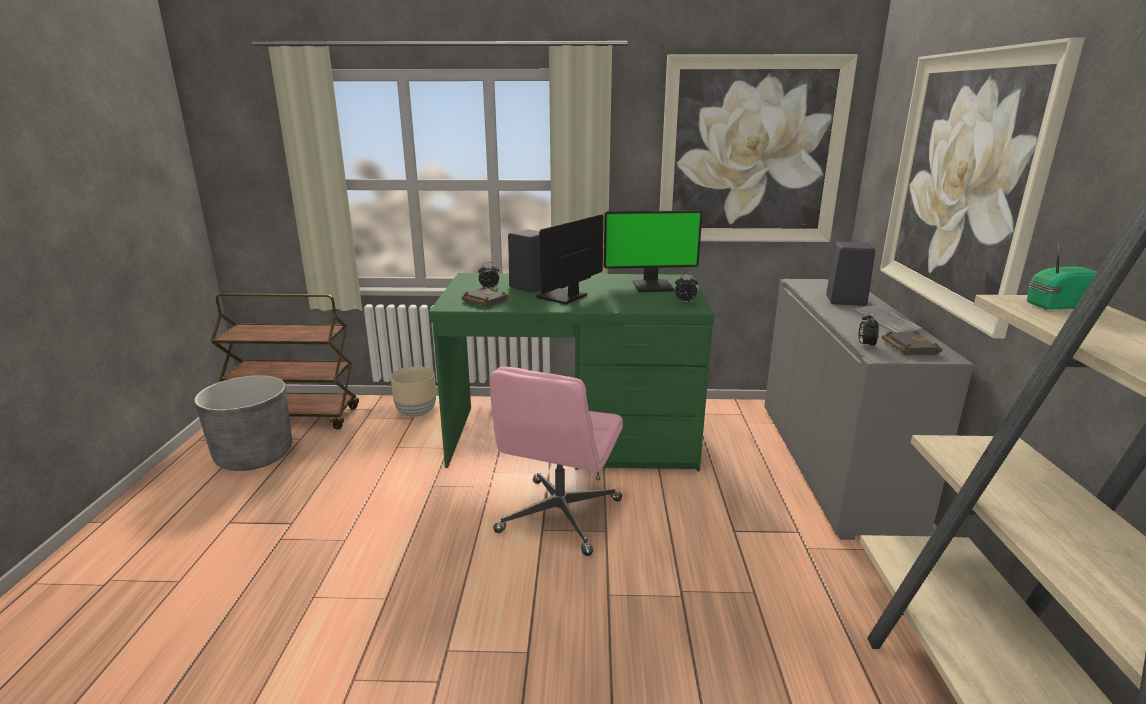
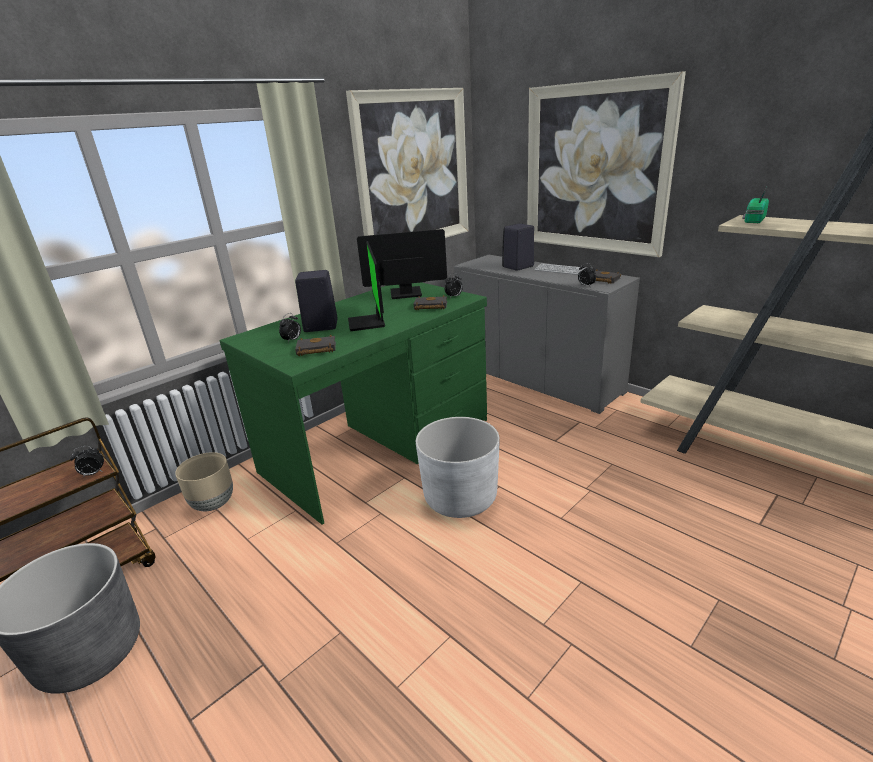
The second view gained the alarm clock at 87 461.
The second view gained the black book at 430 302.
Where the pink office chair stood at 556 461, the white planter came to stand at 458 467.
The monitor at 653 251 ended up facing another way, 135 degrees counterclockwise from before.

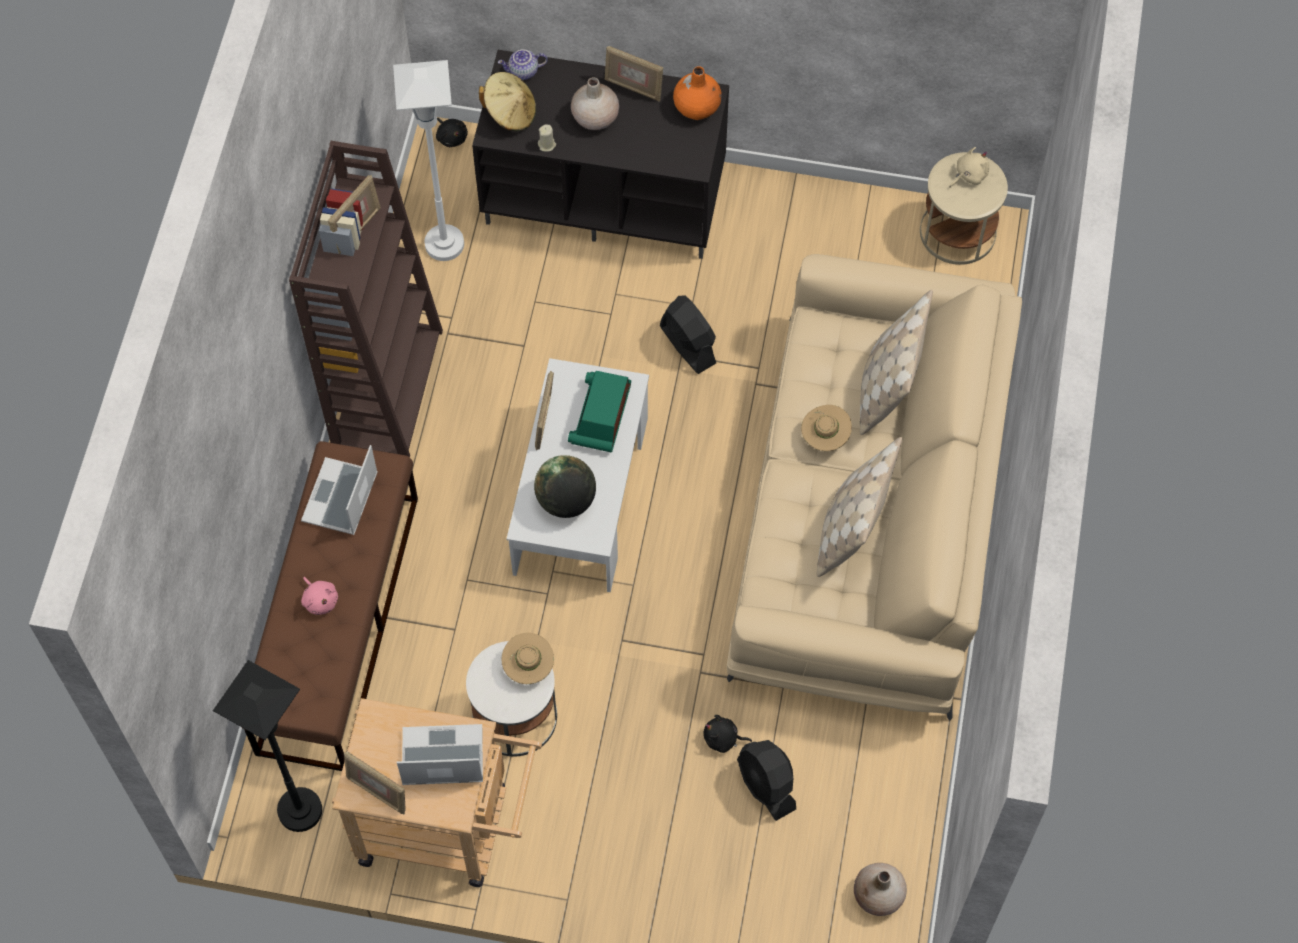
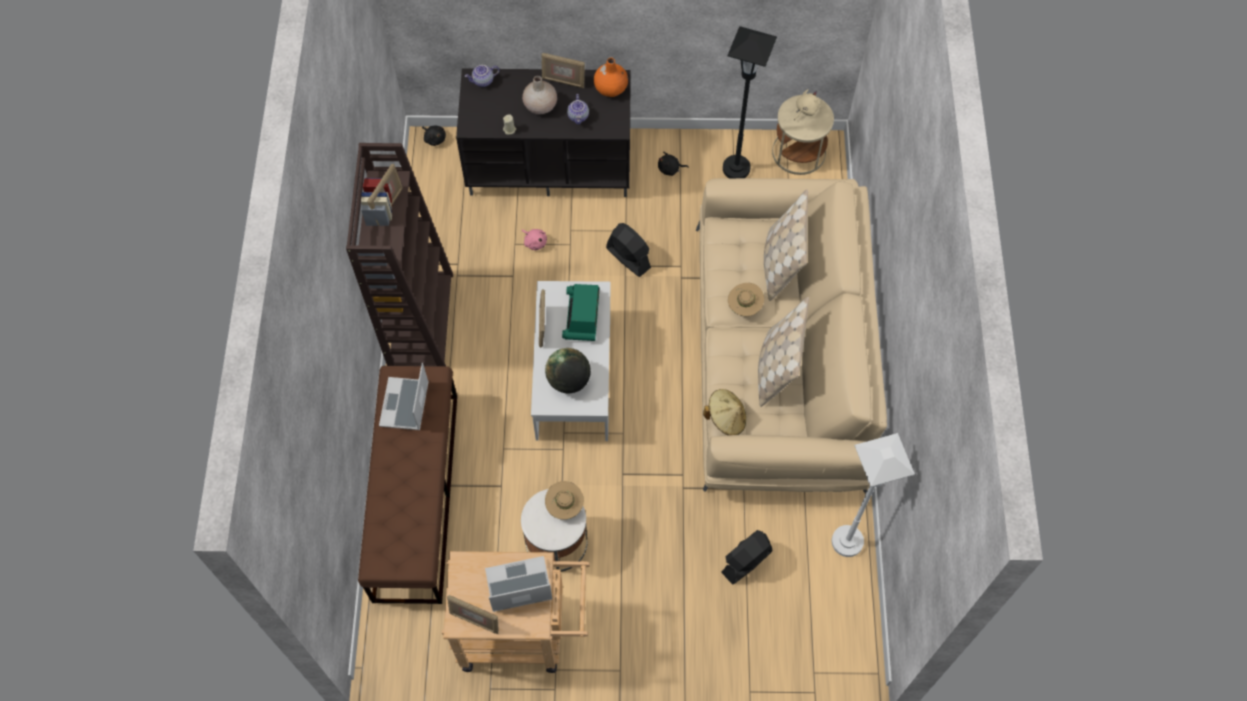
The second view lost the beige vase at 880 889.
The second view gained the teapot at 578 109.
The black floor lamp ended up elsewhere, having gone from 267 746 to 750 102.
The pink plush toy ended up elsewhere, having gone from 319 596 to 534 239.
The white floor lamp ended up elsewhere, having gone from 428 160 to 873 495.
The beige hat ended up elsewhere, having gone from 507 101 to 724 412.
The black plush toy ended up elsewhere, having gone from 727 734 to 673 164.
The black fan at 766 780 ended up facing another way, 90 degrees clockwise from before.

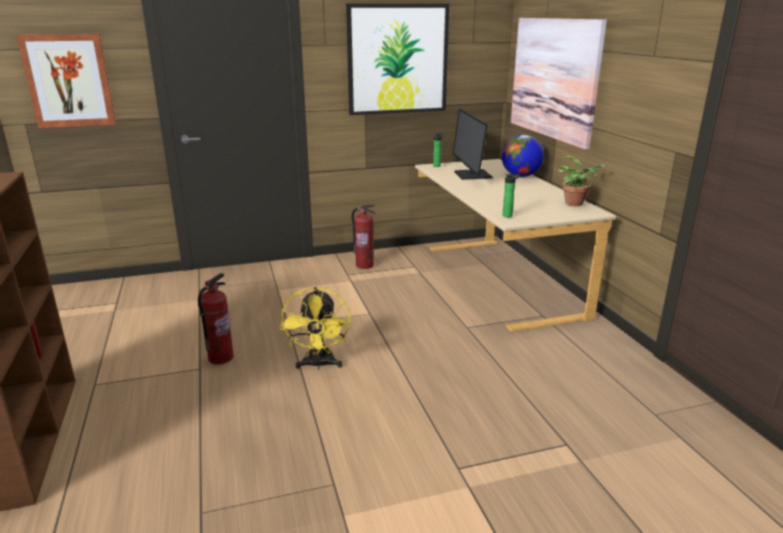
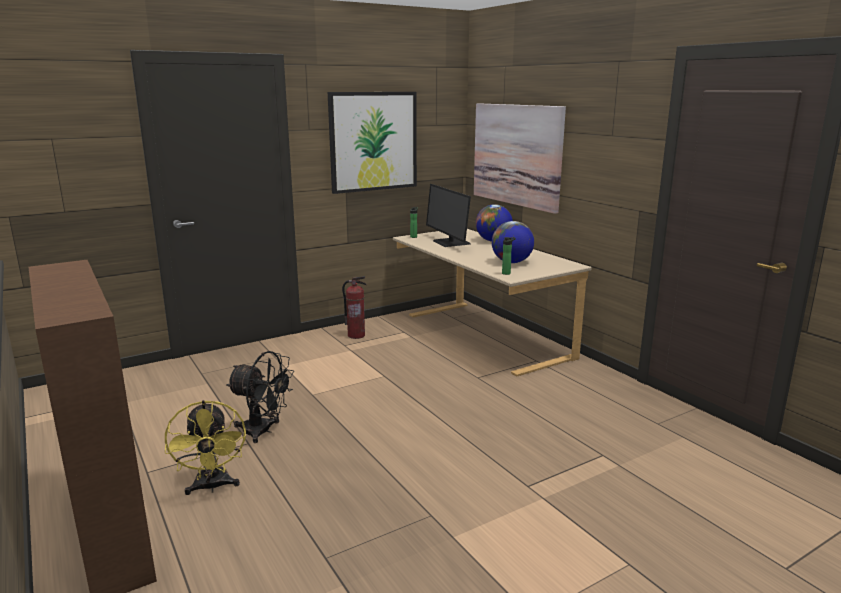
The second view lost the picture at 66 81.
The second view lost the potted plant at 581 181.
The second view gained the globe at 513 242.
The yellow fan ended up elsewhere, having gone from 315 328 to 205 447.
Where the fire extinguisher stood at 216 319, the black fan came to stand at 260 397.

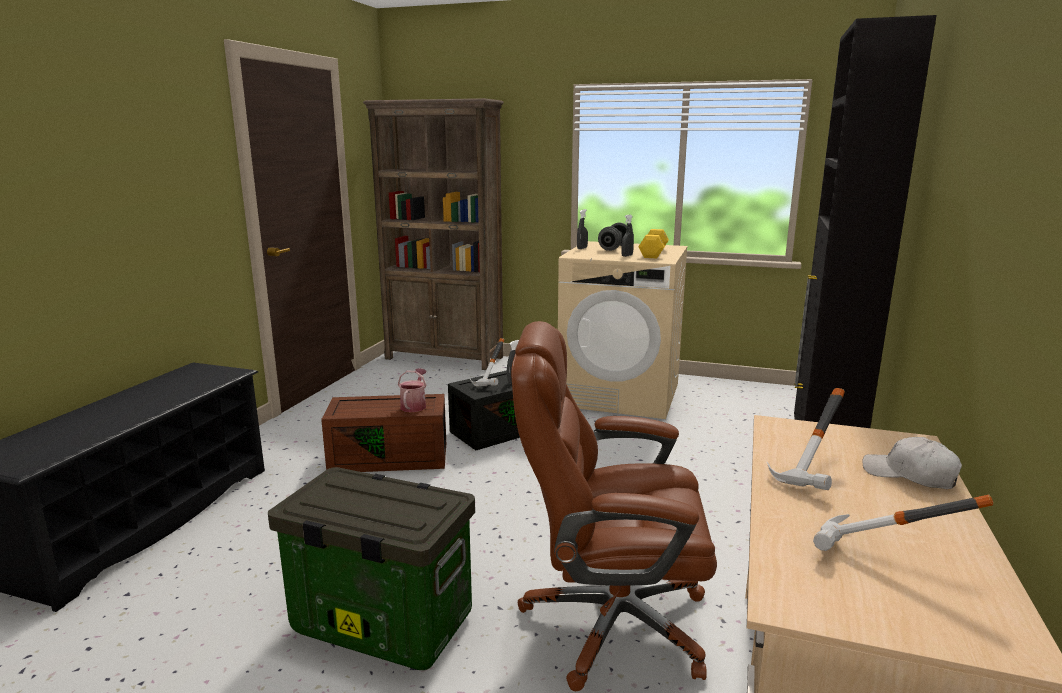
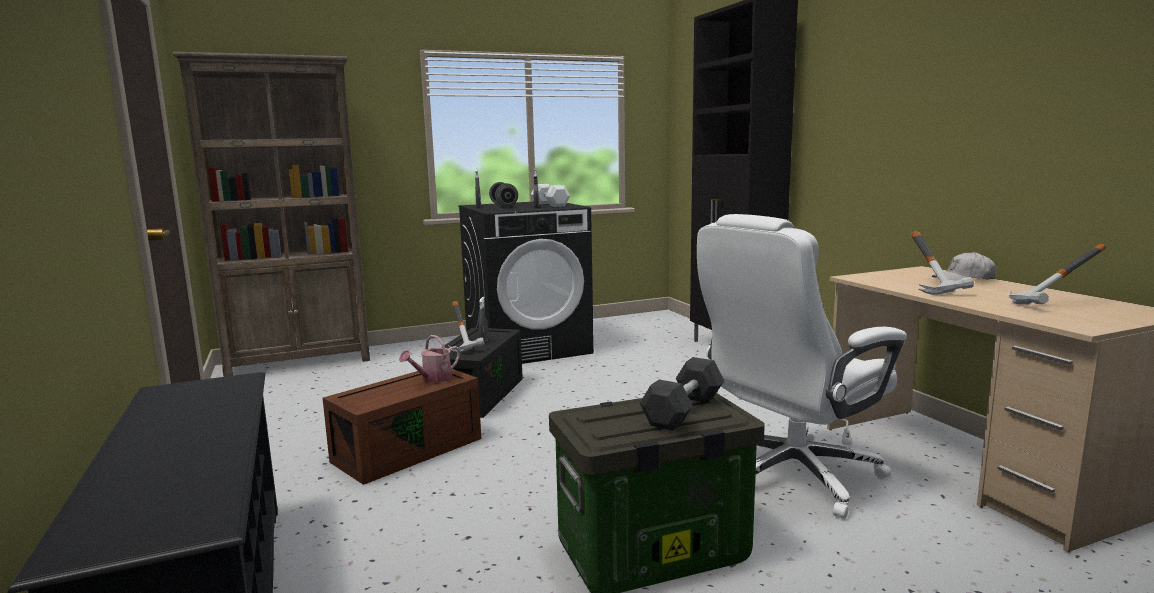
The second view gained the black dumbbell at 682 394.
What was the brown office chair at 614 506 turned into the white office chair at 802 366.
What was the beige washing machine at 623 330 turned into the black washing machine at 526 283.
What was the yellow dumbbell at 653 243 turned into the white dumbbell at 550 195.
The watering can at 412 390 ended up facing another way, 105 degrees counterclockwise from before.

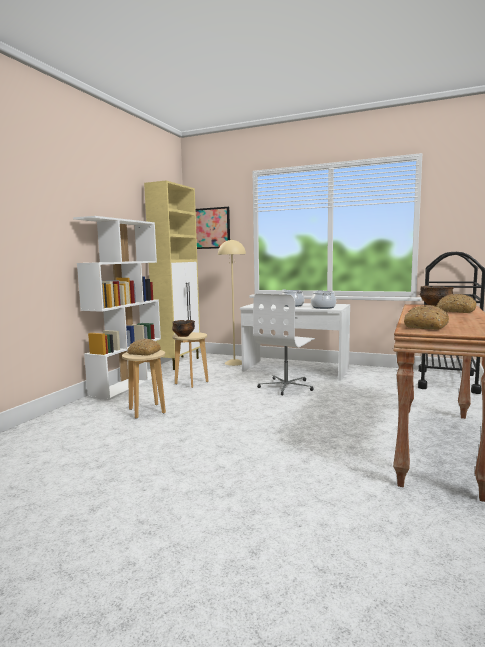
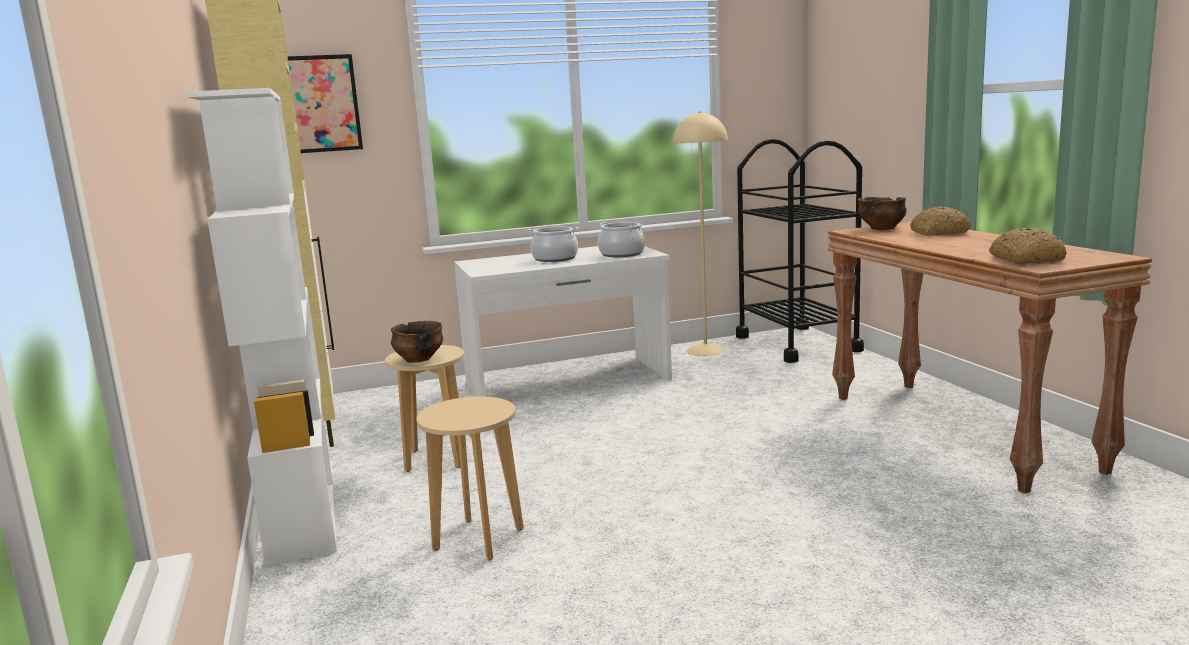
The second view lost the bread at 144 347.
The second view lost the white office chair at 284 344.
The beige floor lamp ended up elsewhere, having gone from 232 302 to 700 233.

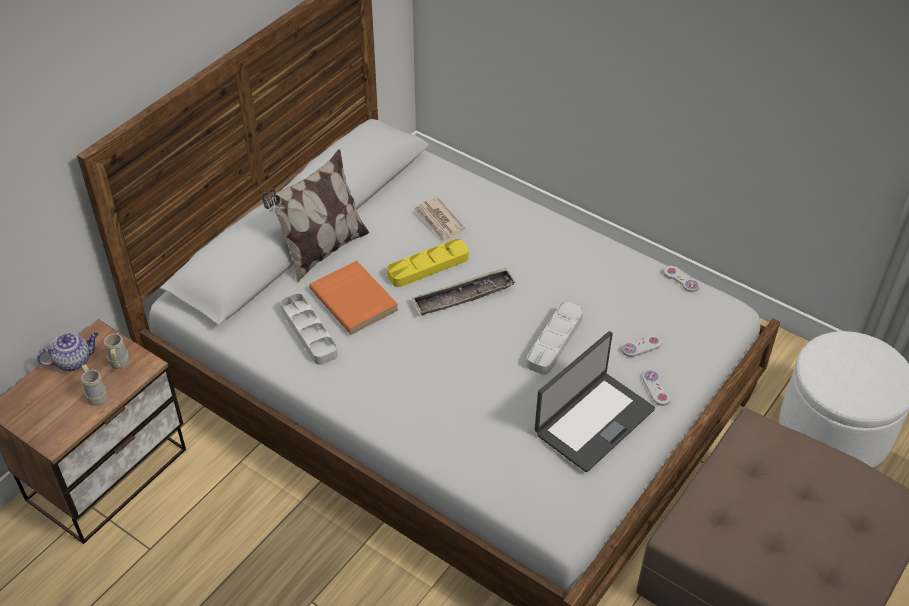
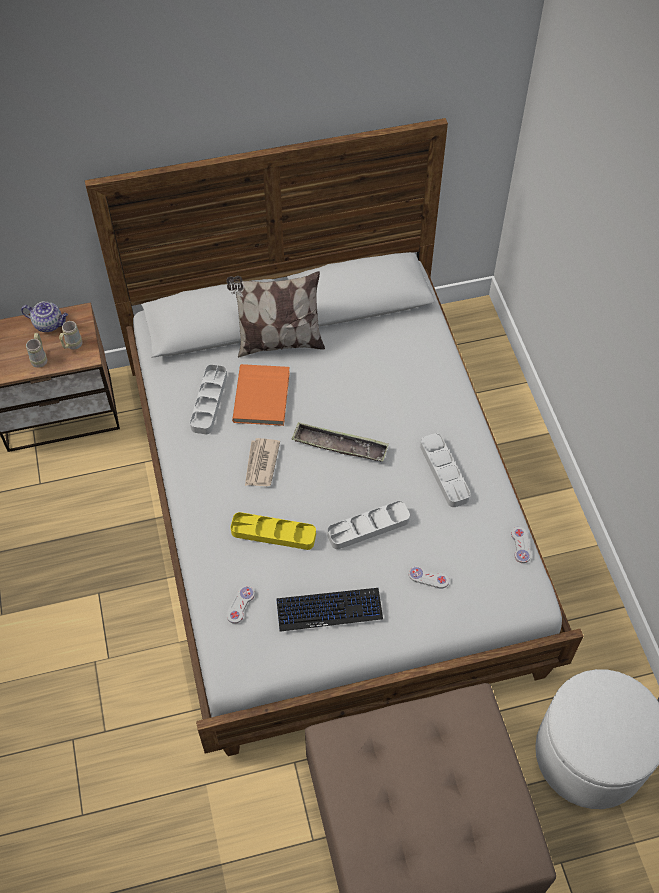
The second view gained the grey tray at 445 470.
The yellow tray ended up elsewhere, having gone from 428 263 to 273 531.
The newspaper ended up elsewhere, having gone from 439 219 to 262 462.
The white game controller ended up elsewhere, having gone from 657 388 to 241 605.
Where the laptop stood at 595 401, the keyboard came to stand at 329 610.

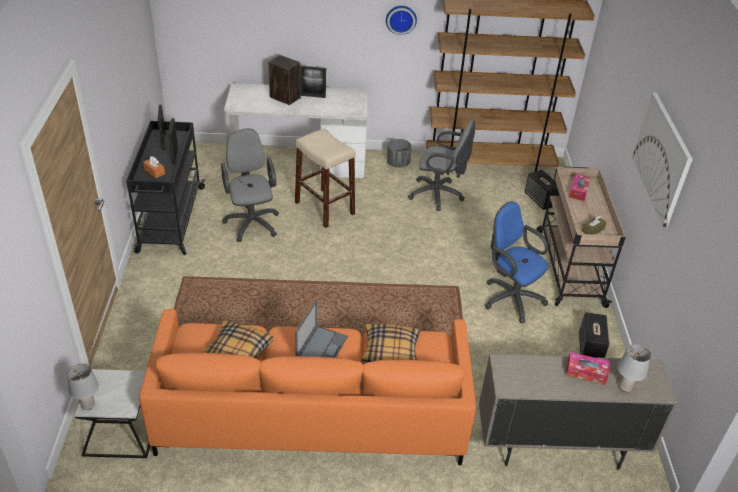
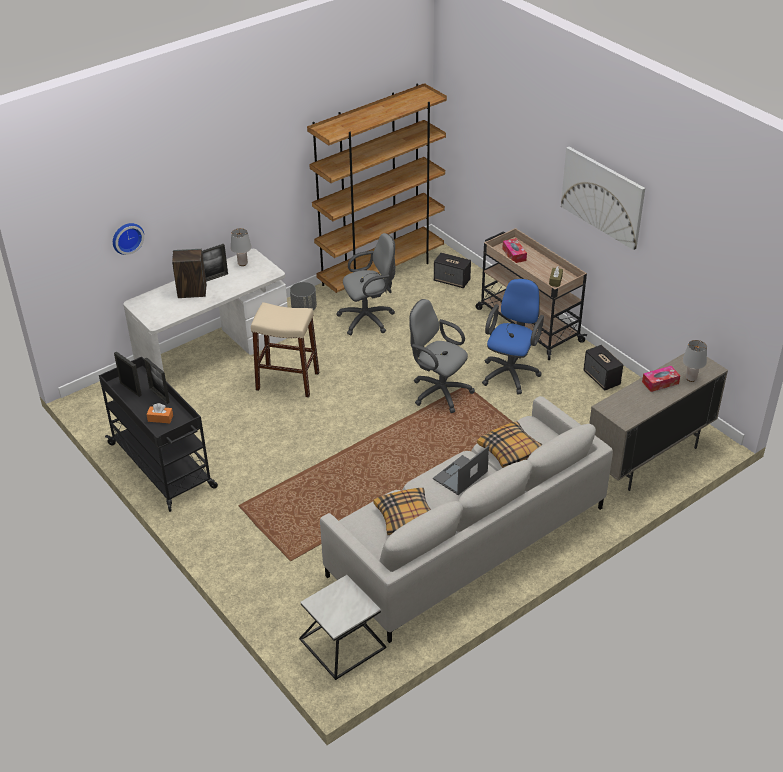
The grey table lamp ended up elsewhere, having gone from 83 386 to 241 247.
The grey office chair ended up elsewhere, having gone from 250 185 to 442 356.
The wall clock ended up elsewhere, having gone from 401 20 to 128 239.
What was the orange sofa at 307 387 turned into the grey sofa at 466 519.
The laptop at 321 329 ended up facing another way, 120 degrees counterclockwise from before.
The blue office chair at 516 262 ended up facing another way, 105 degrees clockwise from before.

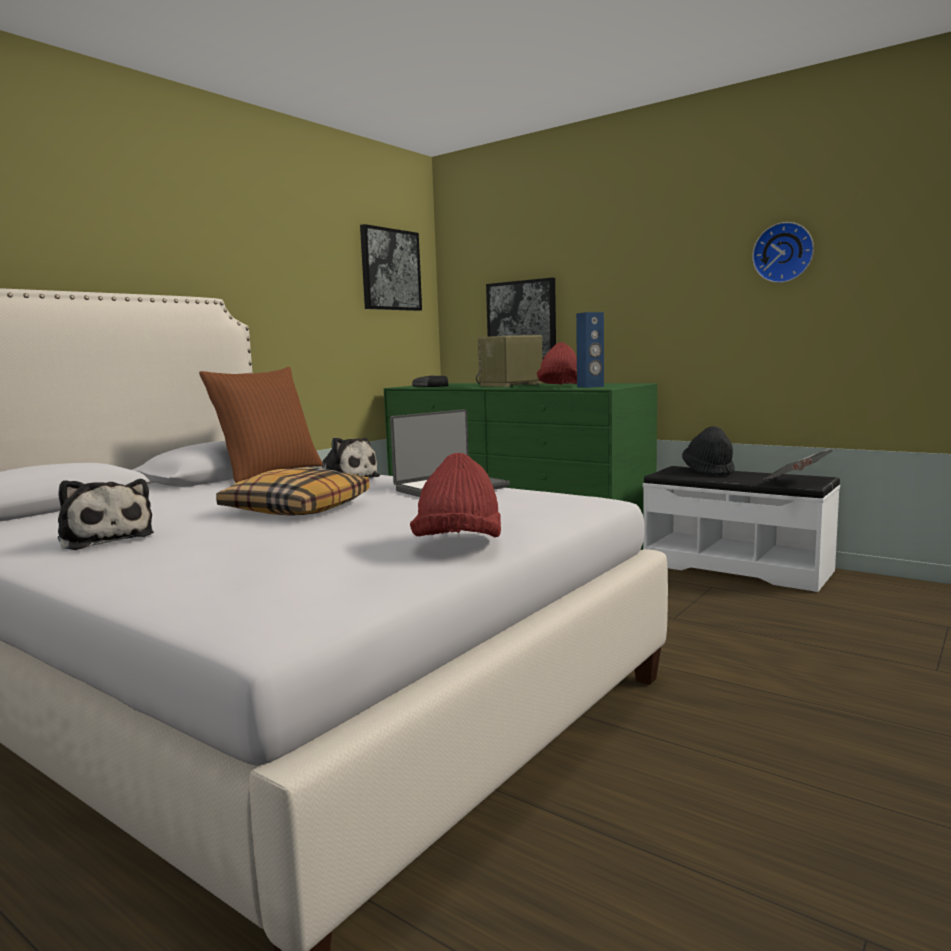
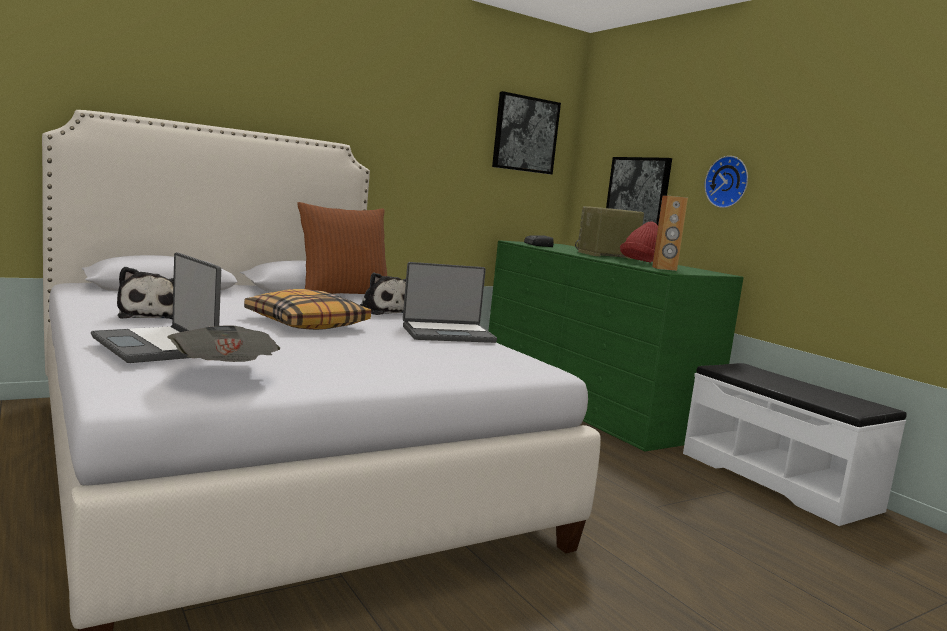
The second view lost the red hat at 455 495.
The second view lost the black hat at 708 451.
The second view gained the laptop at 156 307.
The wall clock ended up elsewhere, having gone from 783 252 to 726 182.
The newspaper ended up elsewhere, having gone from 797 464 to 223 343.
What was the blue speaker at 590 350 turned into the brown speaker at 670 233.

